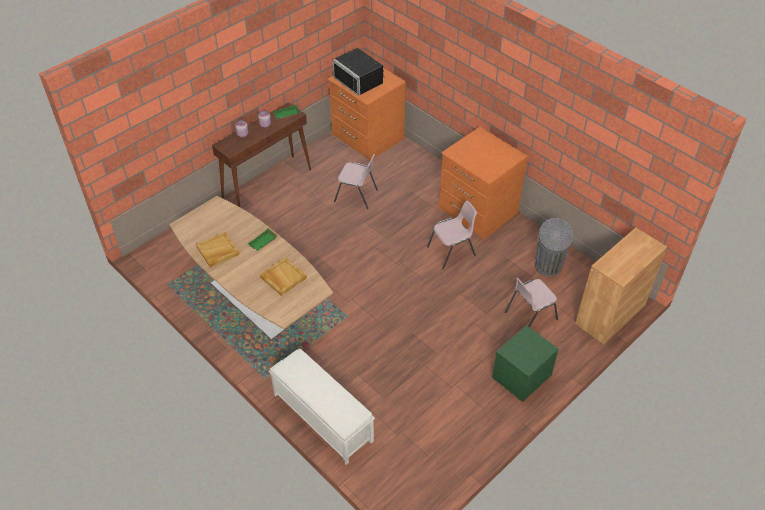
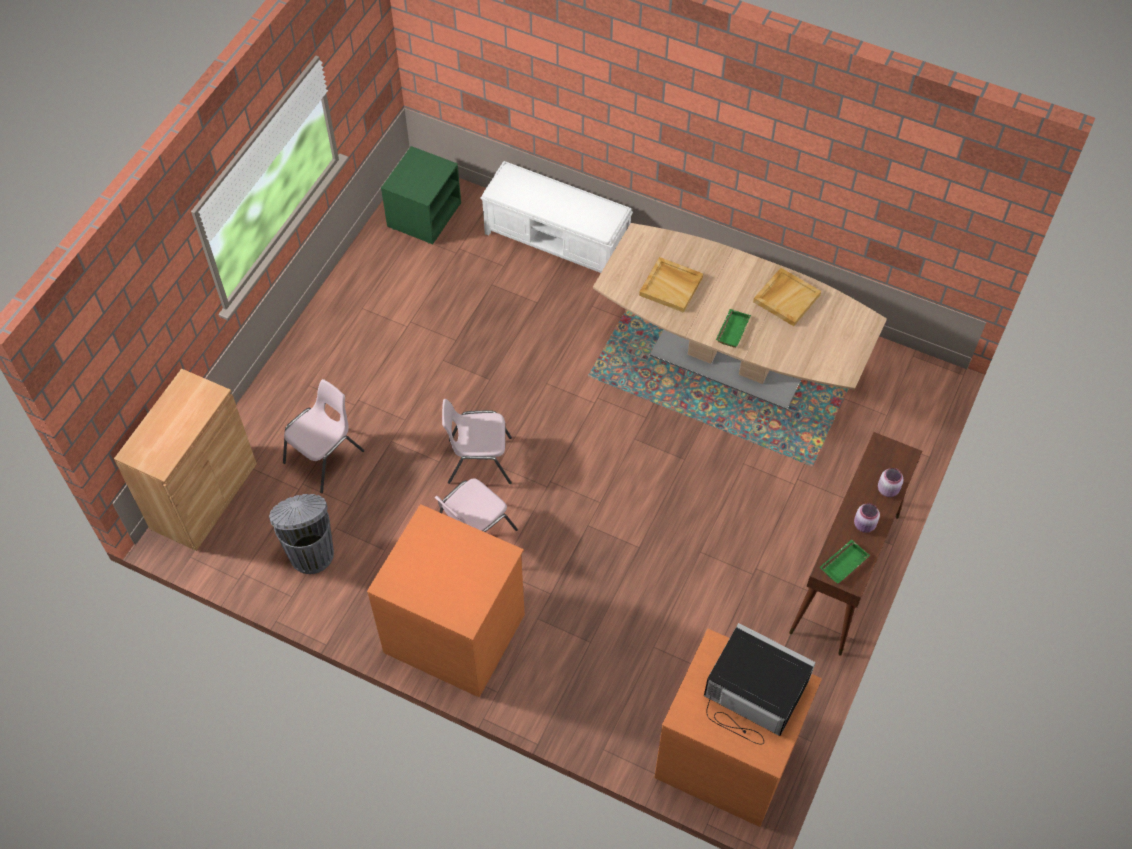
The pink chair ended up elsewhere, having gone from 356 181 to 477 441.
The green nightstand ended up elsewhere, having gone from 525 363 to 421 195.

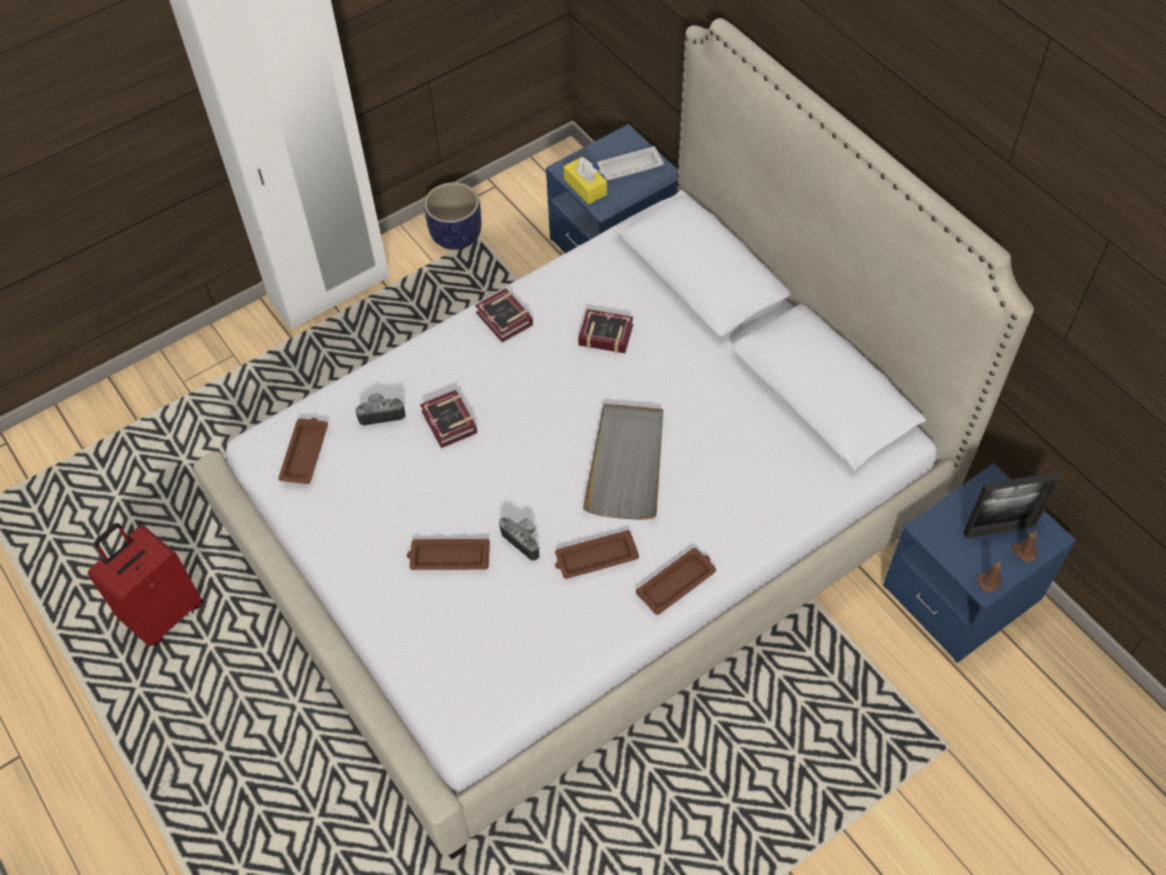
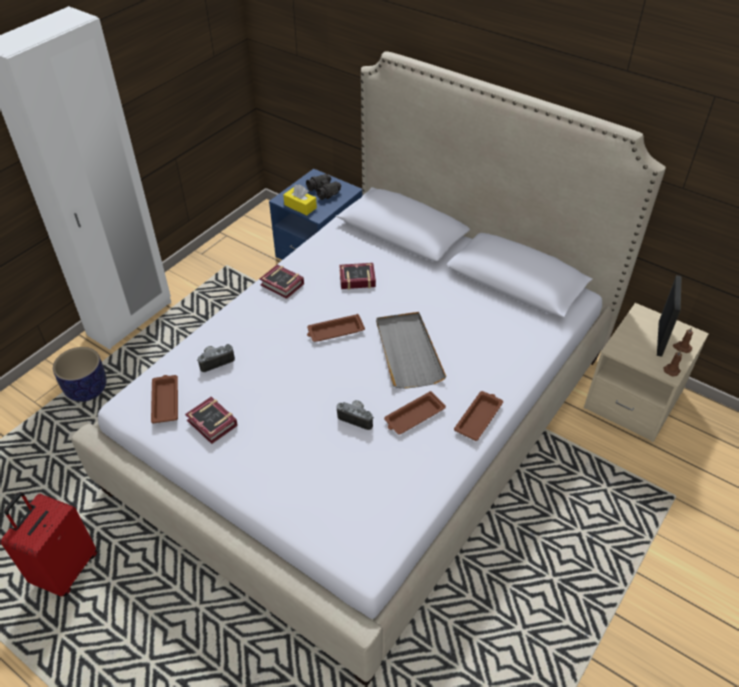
The brown tray ended up elsewhere, having gone from 448 554 to 336 328.
The book ended up elsewhere, having gone from 448 419 to 211 420.
The planter ended up elsewhere, having gone from 452 216 to 80 374.
Where the white tray stood at 630 163, the black binoculars came to stand at 323 187.
What was the blue nightstand at 979 563 turned into the beige nightstand at 646 372.
The picture frame at 1012 505 ended up facing another way, 45 degrees counterclockwise from before.

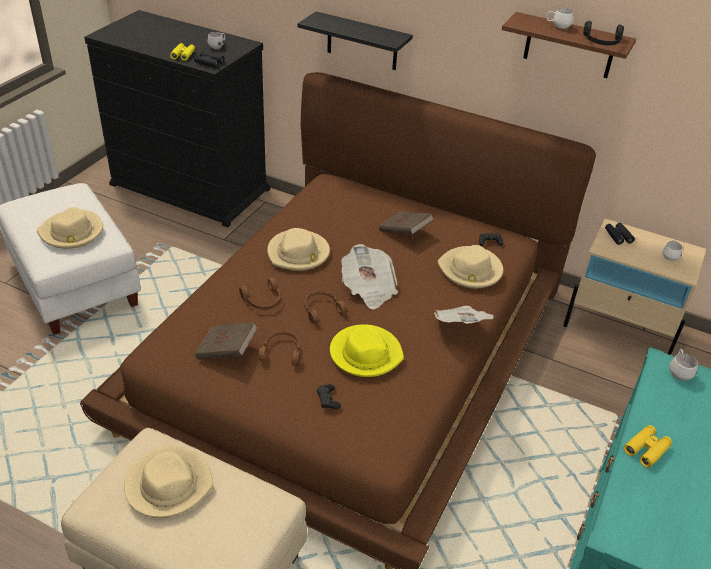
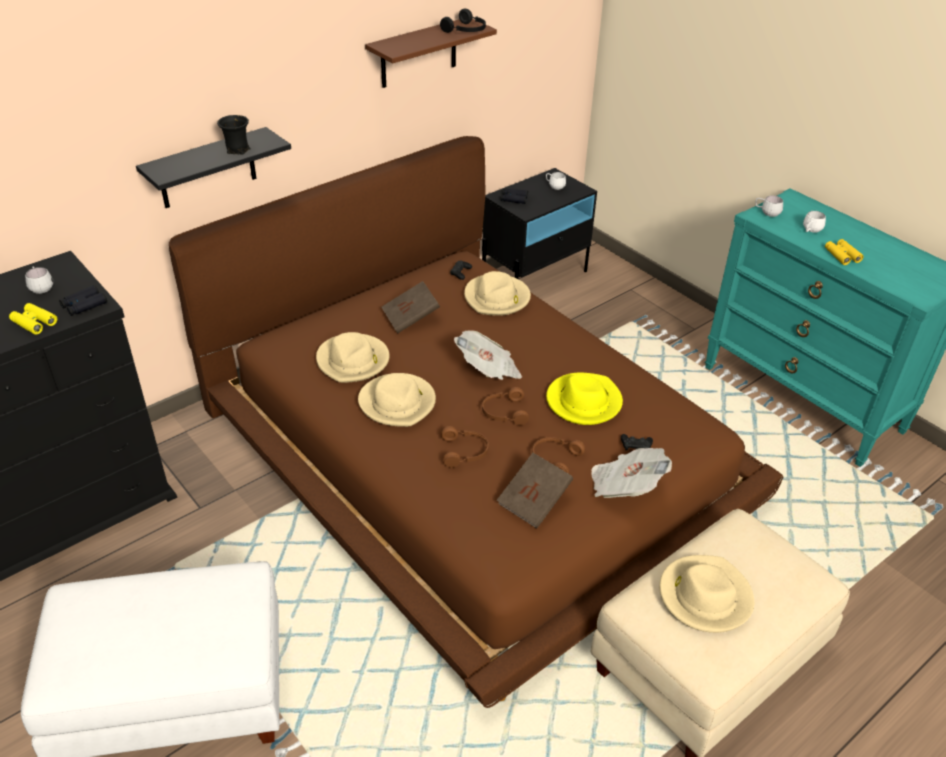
The second view gained the black mug at 234 134.
The beige hat ended up elsewhere, having gone from 70 228 to 353 357.
The newspaper ended up elsewhere, having gone from 464 315 to 631 473.
The white mug ended up elsewhere, having gone from 559 18 to 814 222.
What was the beige nightstand at 634 287 turned into the black nightstand at 539 223.

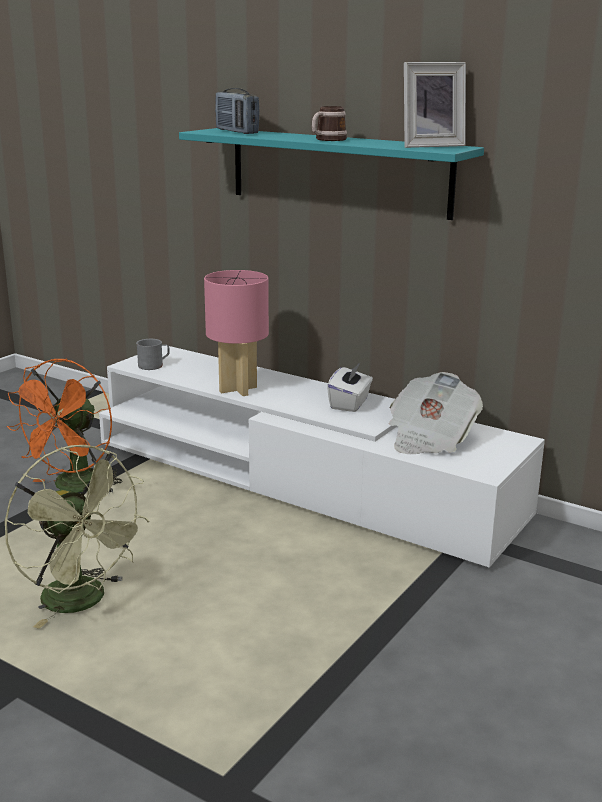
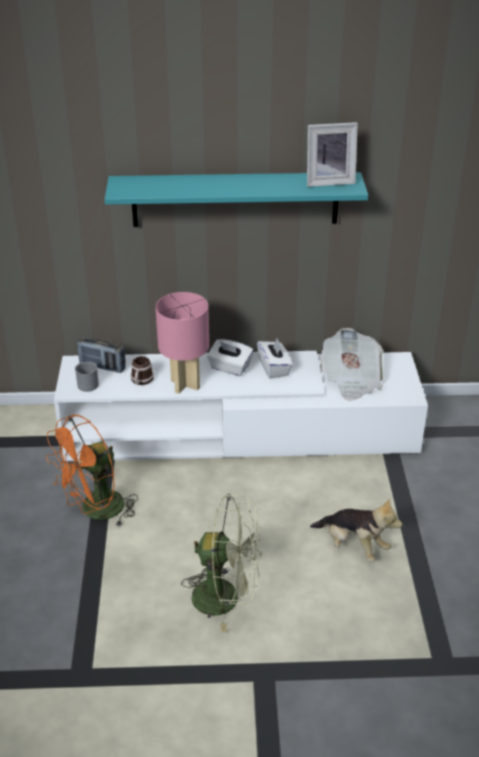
The second view gained the white tissue box at 230 357.
The second view gained the plush toy at 356 529.
The radio ended up elsewhere, having gone from 237 111 to 101 355.
The mug ended up elsewhere, having gone from 329 123 to 142 370.
The orange fan at 64 426 ended up facing another way, 60 degrees clockwise from before.
The picture frame at 435 105 ended up facing another way, 45 degrees clockwise from before.

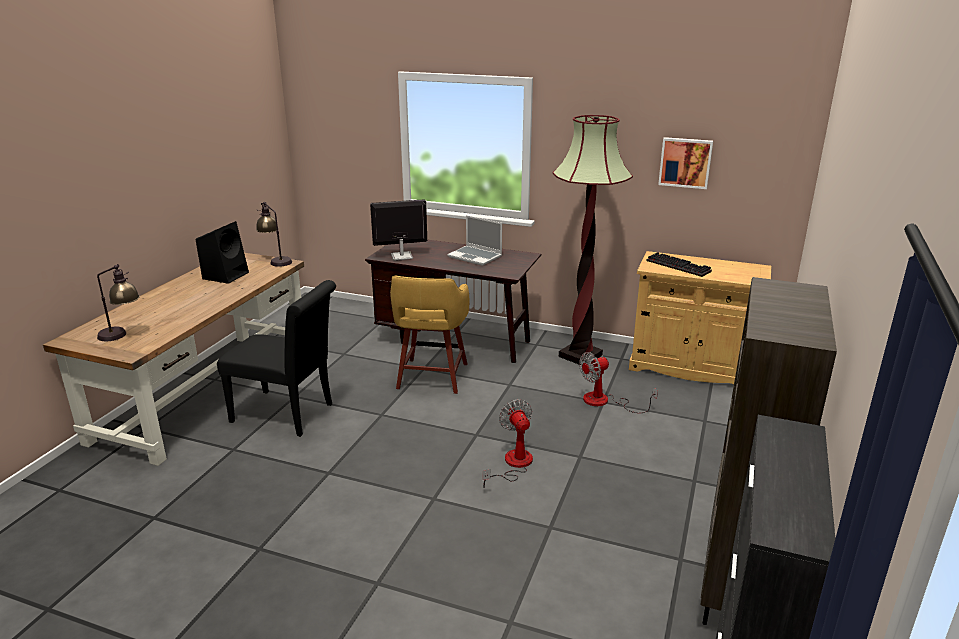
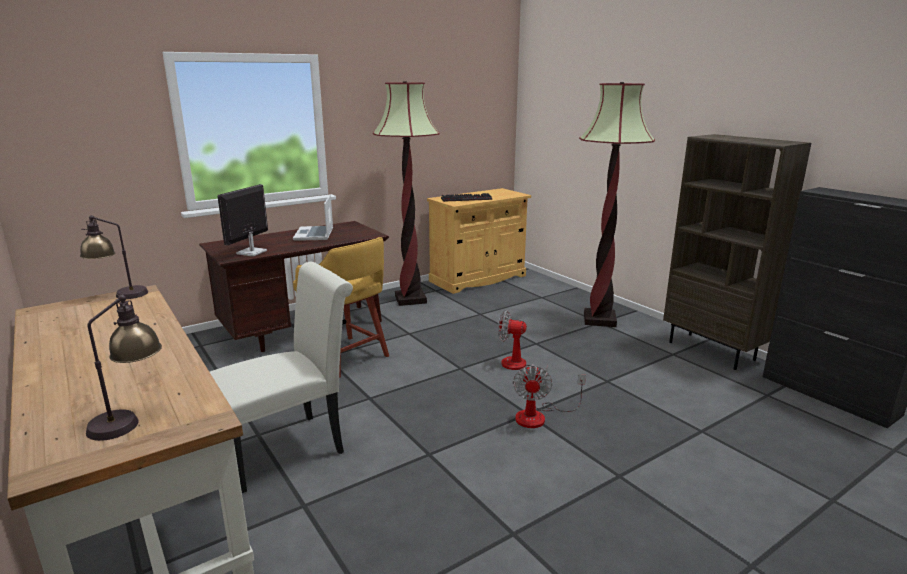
The second view lost the black speaker at 222 252.
The second view lost the picture at 685 163.
The second view gained the floor lamp at 617 204.
The fan ended up elsewhere, having gone from 618 382 to 549 396.
What was the black chair at 276 358 turned into the white chair at 281 377.
The laptop at 474 240 ended up facing another way, 105 degrees clockwise from before.

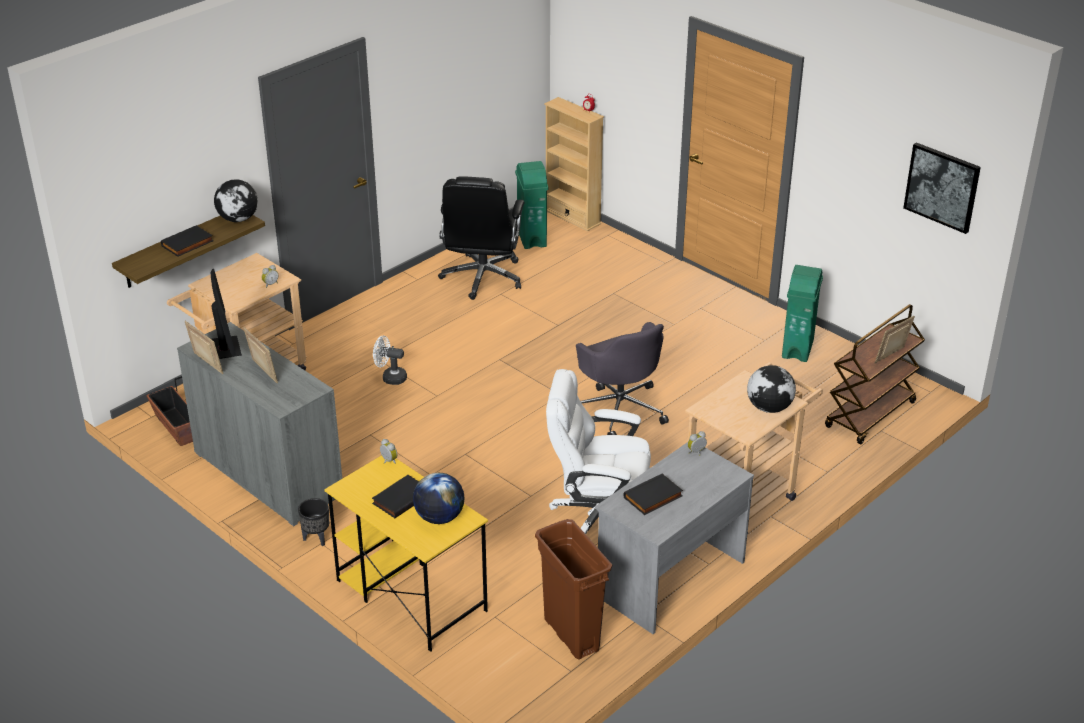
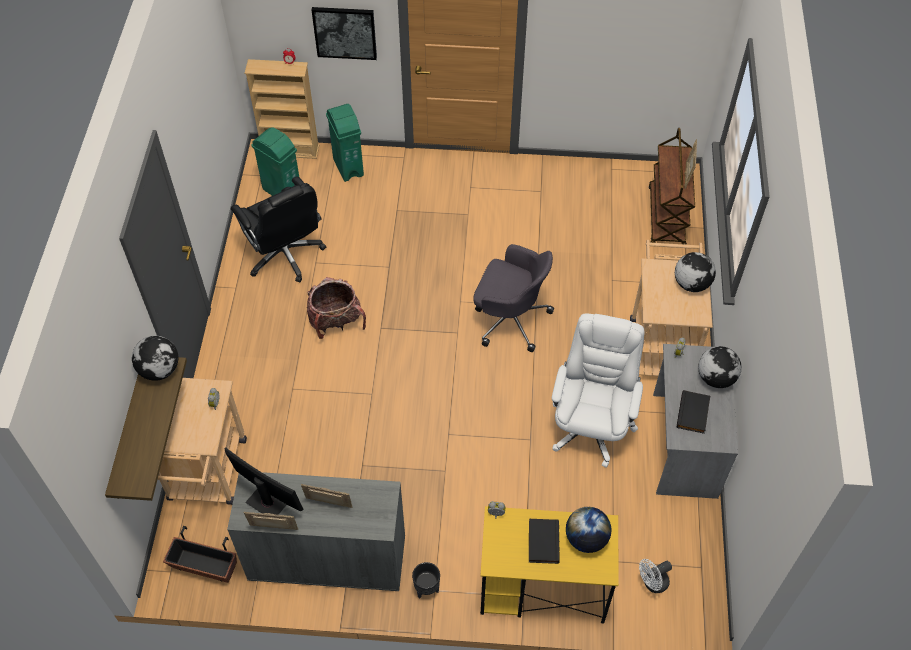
The second view lost the black book at 187 241.
The second view lost the brown trash can at 573 589.
The second view gained the backpack at 336 308.
The second view gained the globe at 720 367.
The white fan ended up elsewhere, having gone from 390 360 to 655 576.
The green trash can ended up elsewhere, having gone from 802 313 to 345 143.
The picture ended up elsewhere, having gone from 942 188 to 344 33.
The white office chair at 598 451 ended up facing another way, 135 degrees clockwise from before.

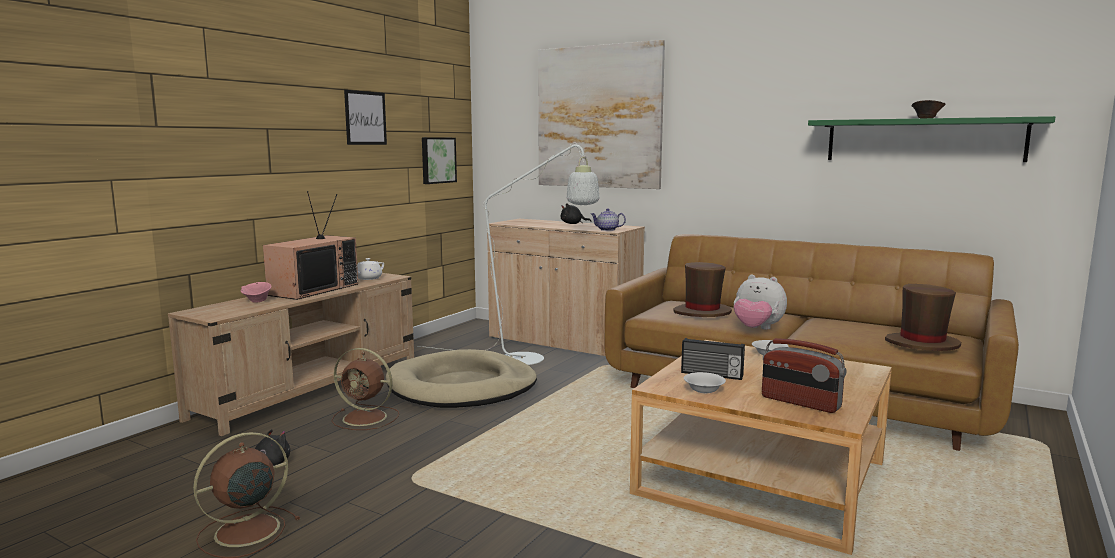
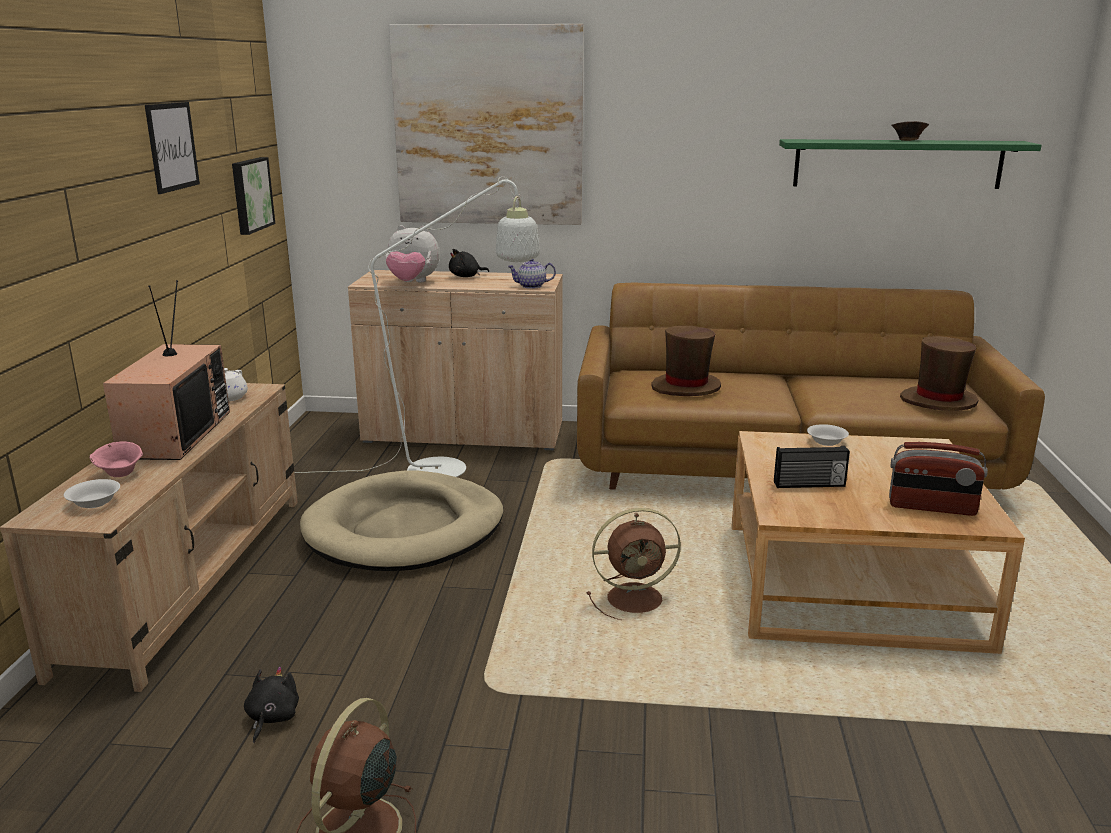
The brown fan ended up elsewhere, having gone from 365 389 to 634 564.
The white bowl ended up elsewhere, having gone from 705 382 to 92 493.
The plush toy ended up elsewhere, having gone from 760 302 to 412 253.

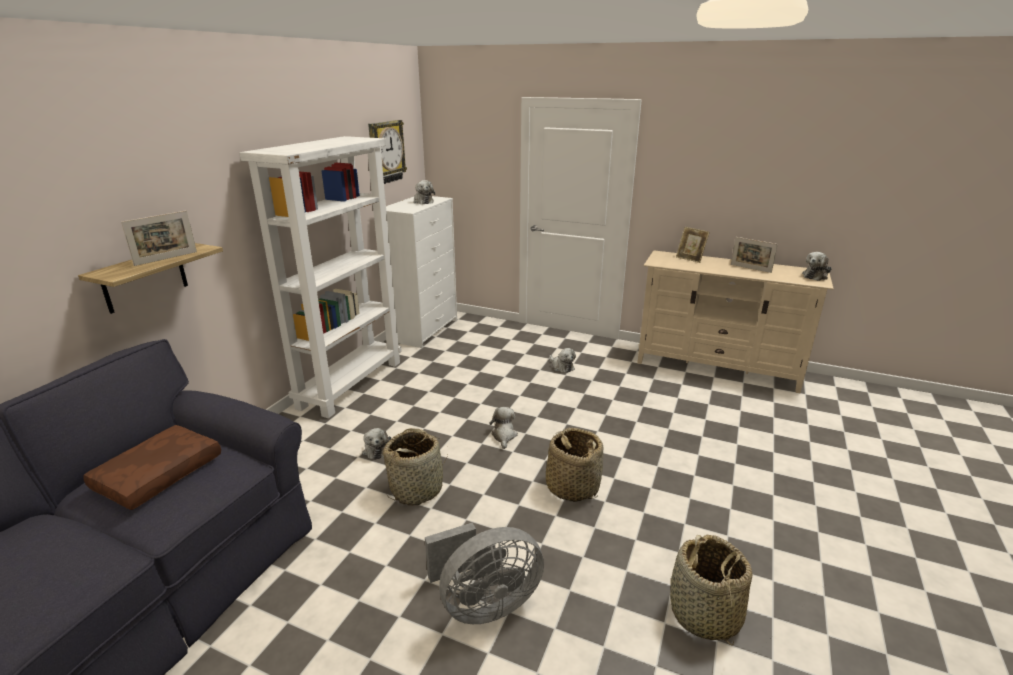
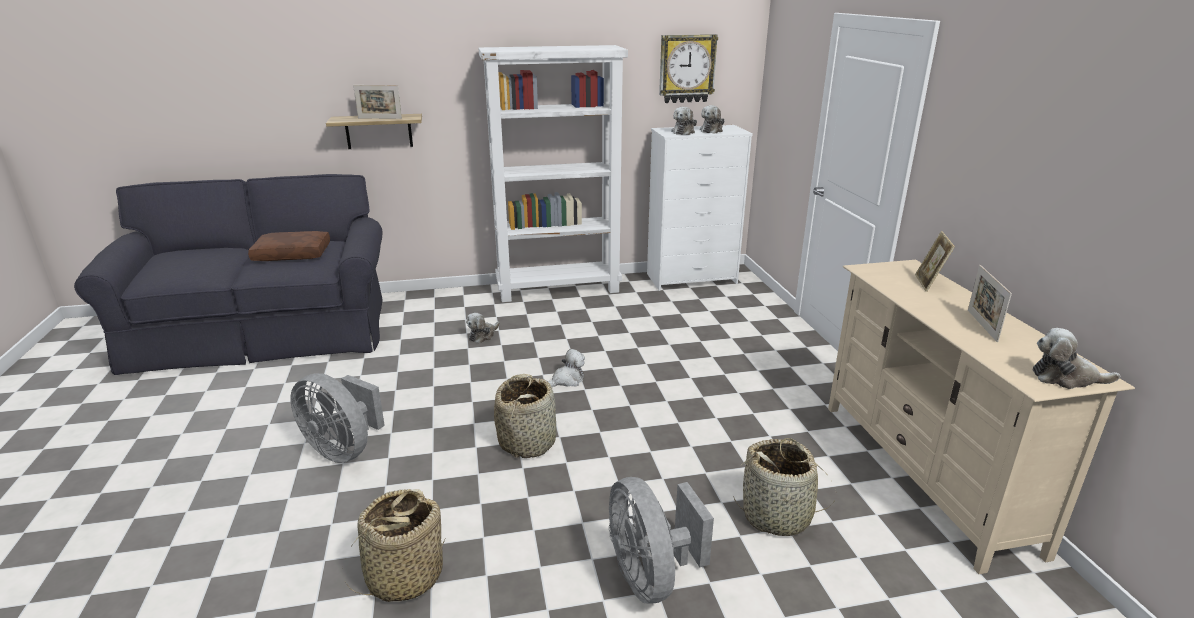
The second view gained the grey fan at 661 540.
The basket ended up elsewhere, having gone from 415 467 to 783 487.
The plush toy ended up elsewhere, having gone from 562 360 to 684 121.

